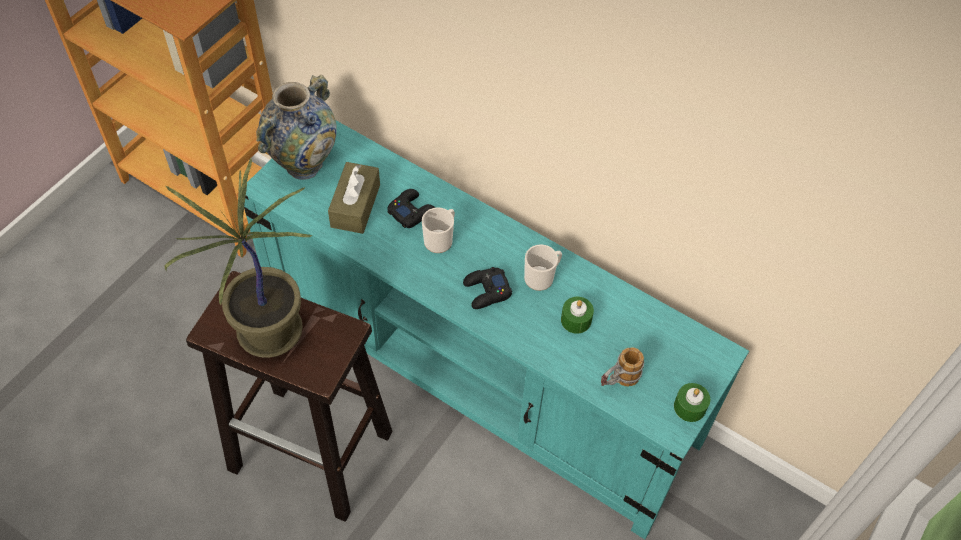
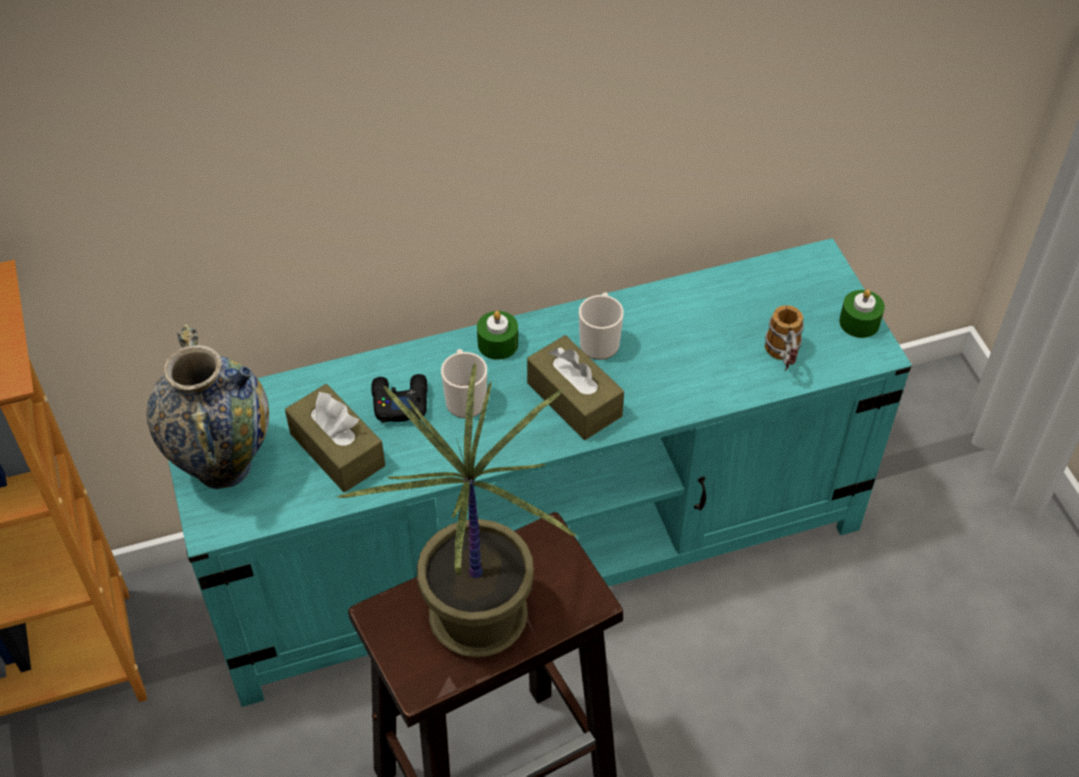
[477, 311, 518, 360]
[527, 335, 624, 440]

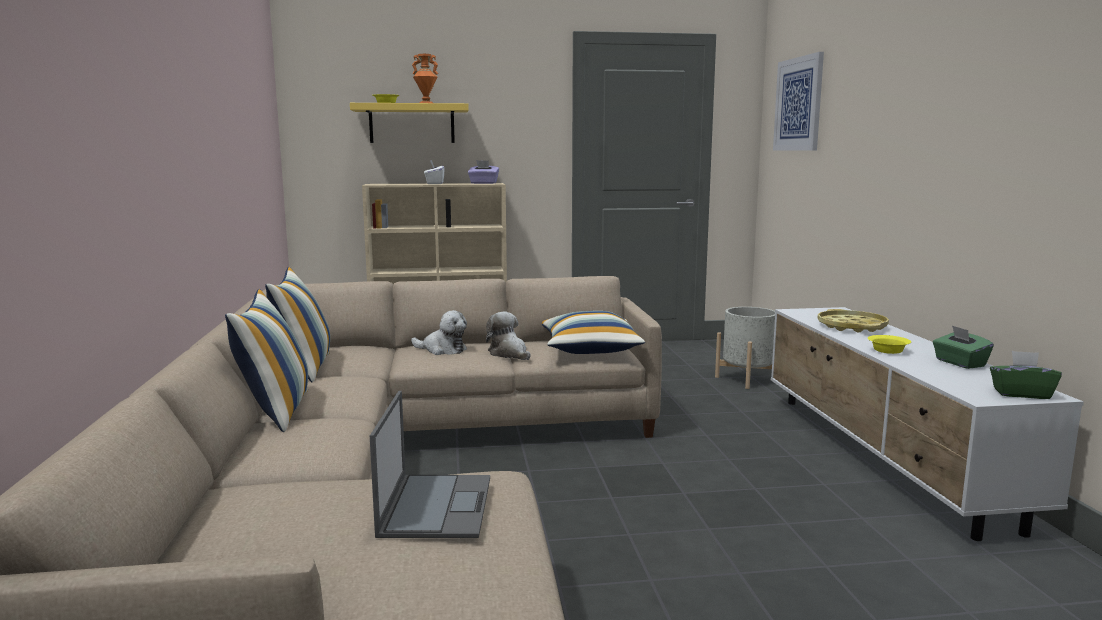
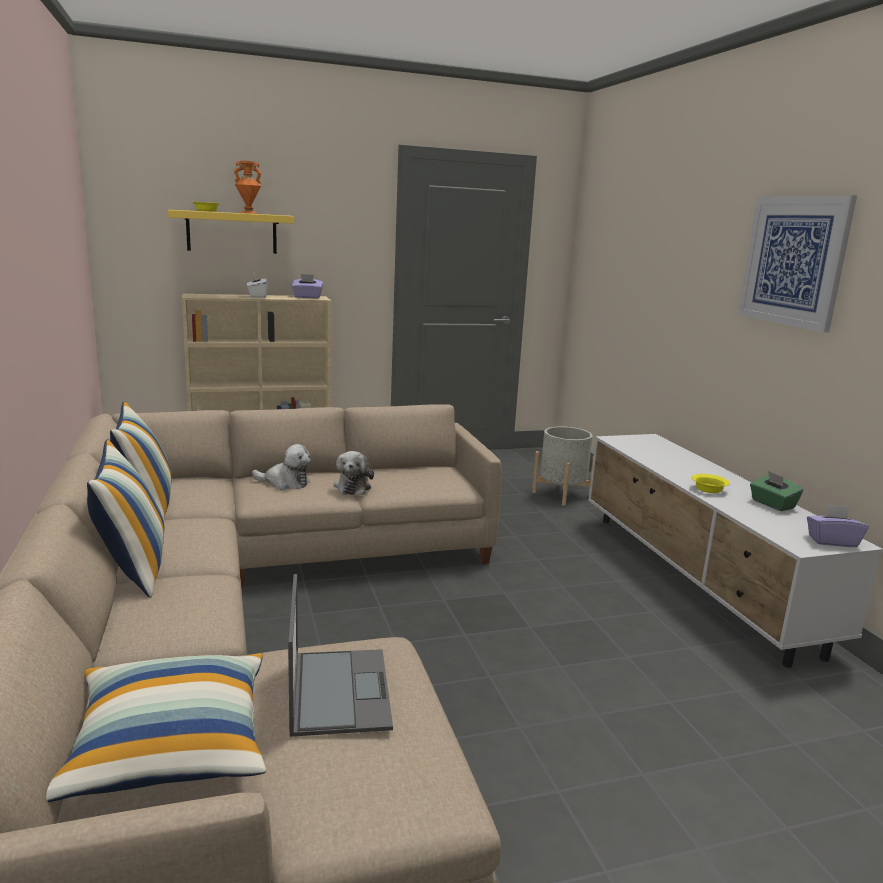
[46, 653, 266, 802]
[333, 451, 374, 495]
[738, 195, 857, 332]
[807, 504, 869, 547]
[818, 309, 889, 332] (first image)

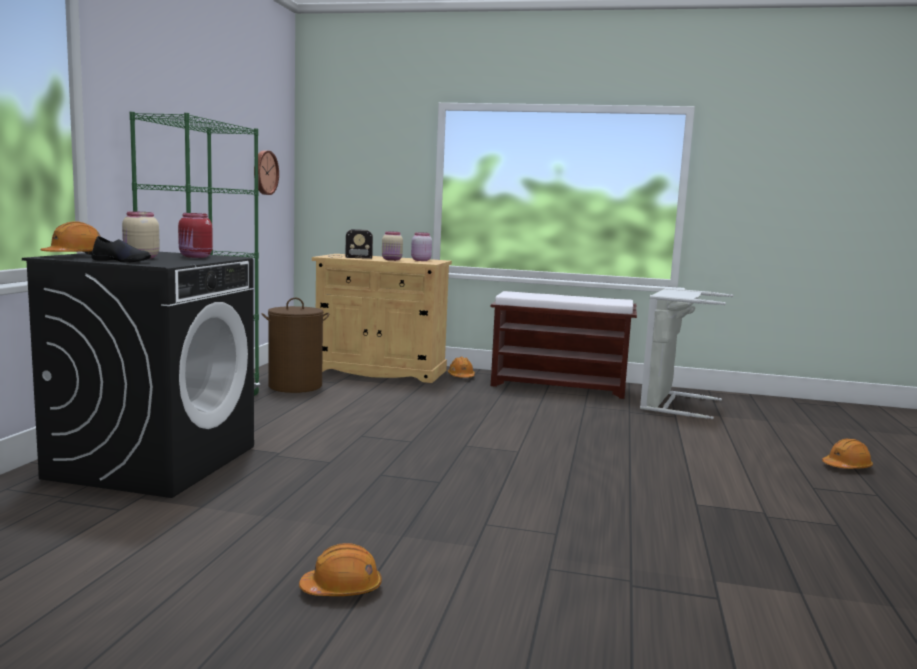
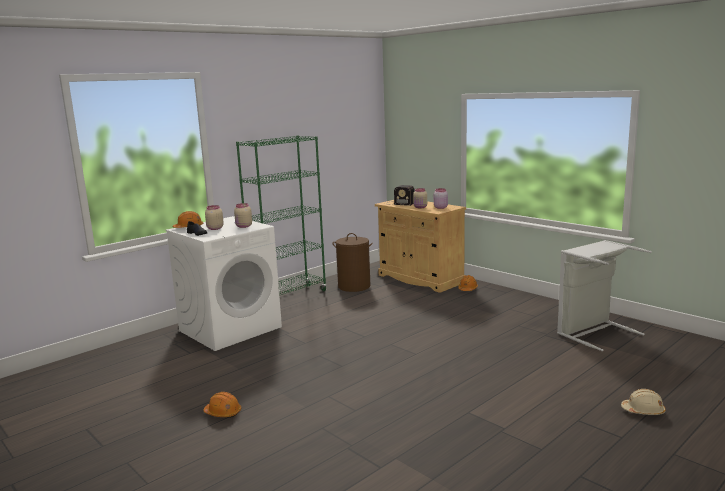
[165, 216, 282, 351]
[234, 203, 252, 228]
[621, 389, 666, 415]
[258, 150, 279, 195] (first image)
[491, 291, 637, 399] (first image)

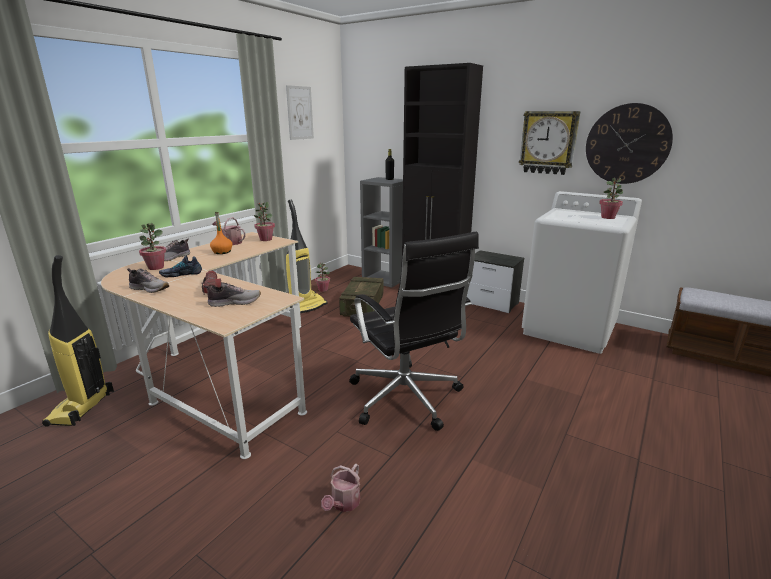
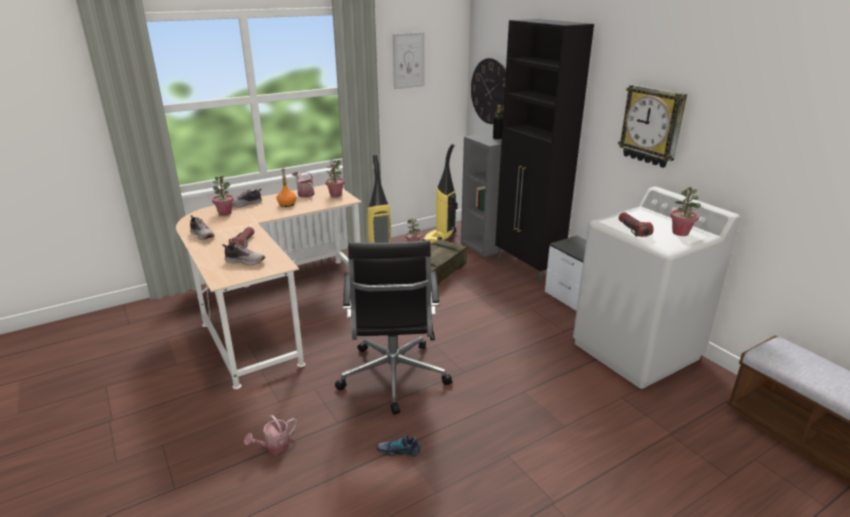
[377, 434, 421, 457]
[422, 144, 458, 244]
[471, 58, 506, 124]
[618, 212, 654, 237]

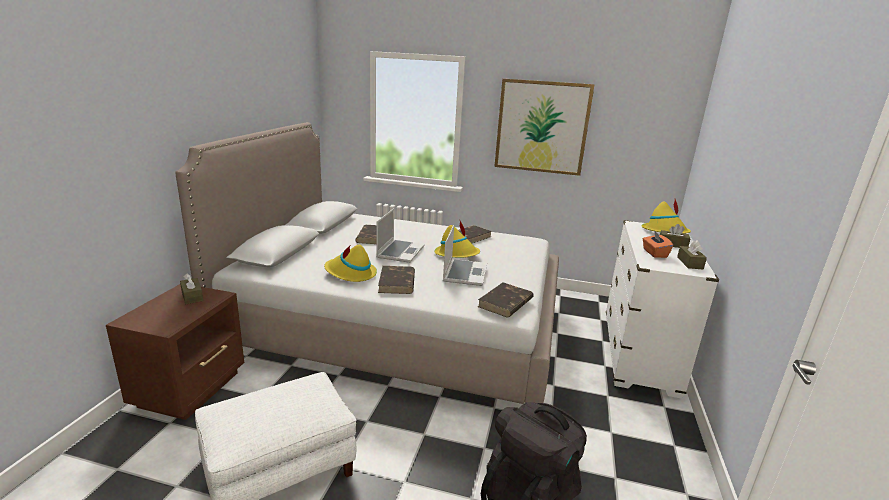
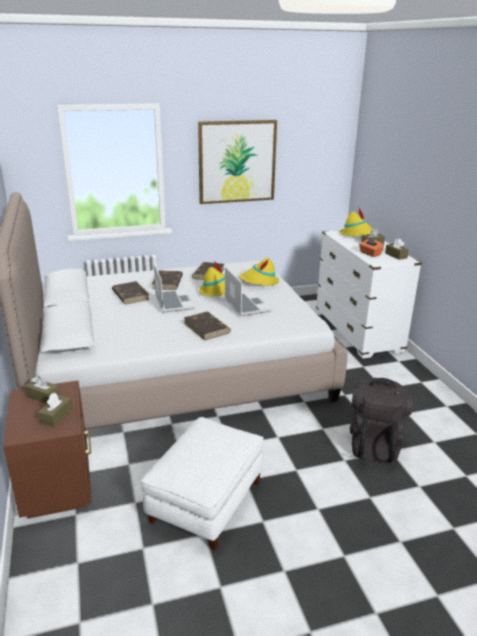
[38, 393, 73, 427]
[152, 270, 183, 290]
[240, 258, 279, 285]

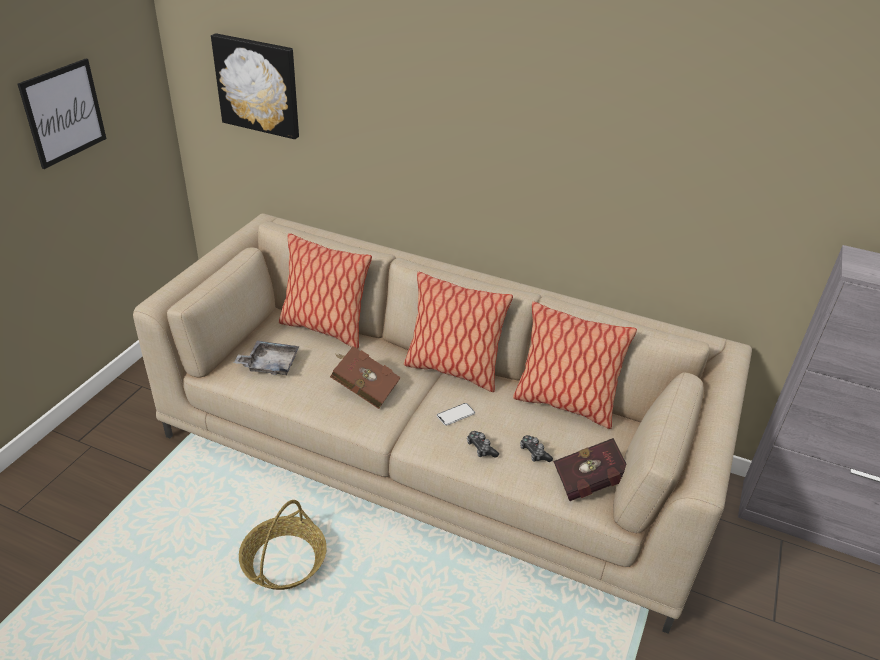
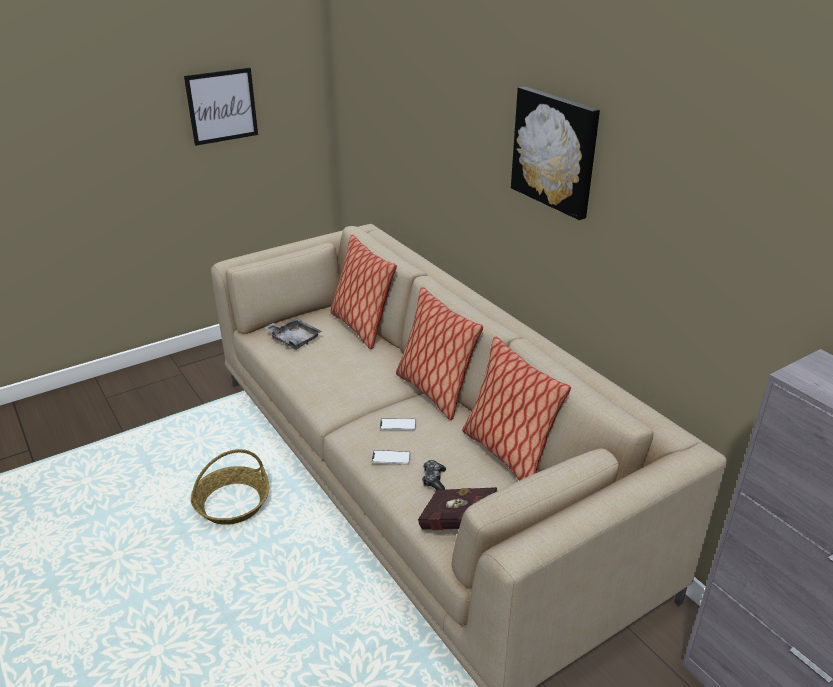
[371, 450, 411, 465]
[511, 86, 600, 220]
[330, 346, 401, 409] (first image)

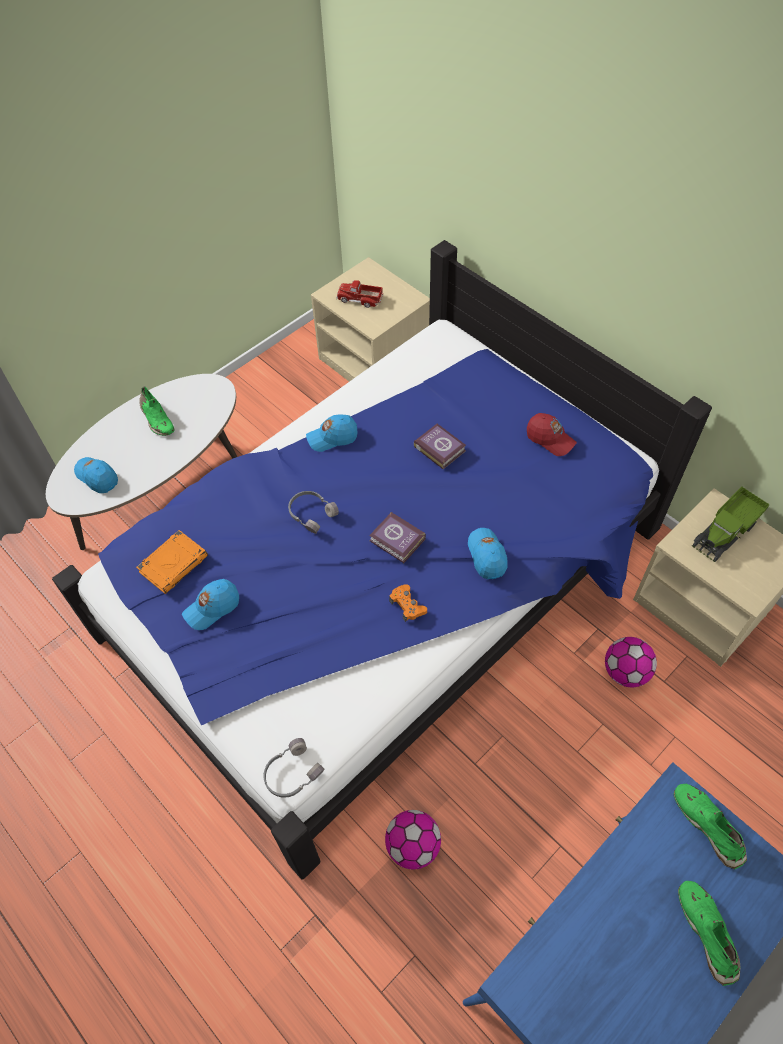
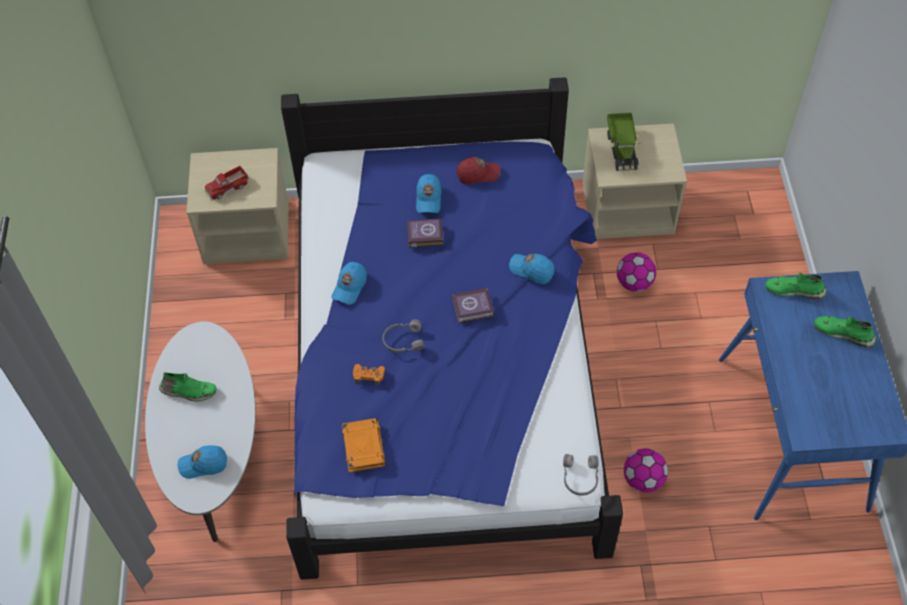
[353, 364, 385, 386]
[416, 174, 442, 213]

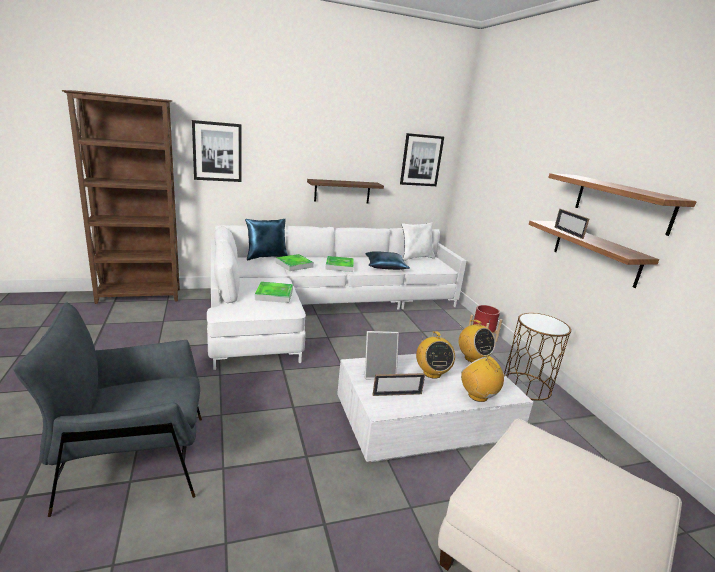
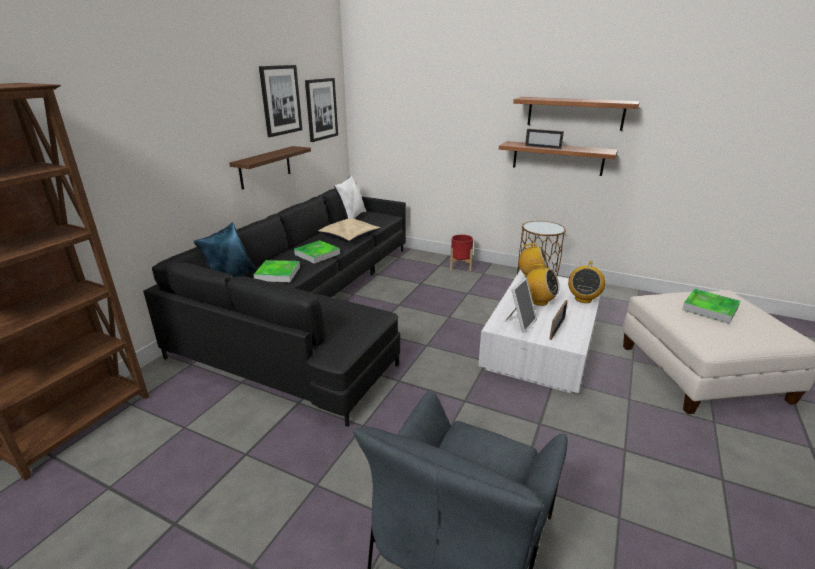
[143, 188, 406, 427]
[259, 65, 302, 137]
[318, 218, 381, 241]
[568, 261, 605, 303]
[682, 289, 741, 324]

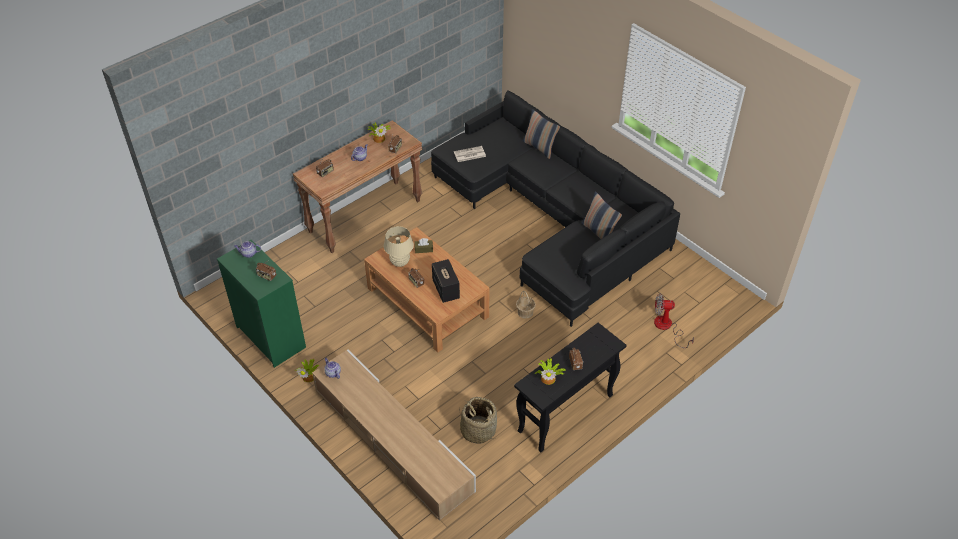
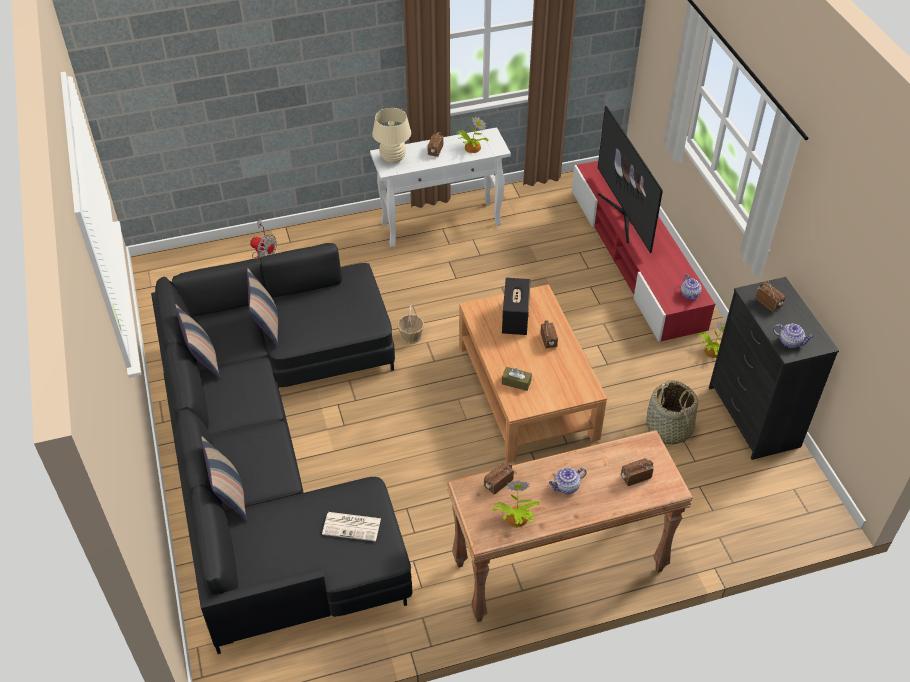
[175, 304, 221, 379]
[370, 127, 511, 247]
[372, 108, 411, 163]
[572, 161, 715, 342]
[598, 106, 663, 253]
[646, 380, 698, 445]
[709, 277, 839, 460]

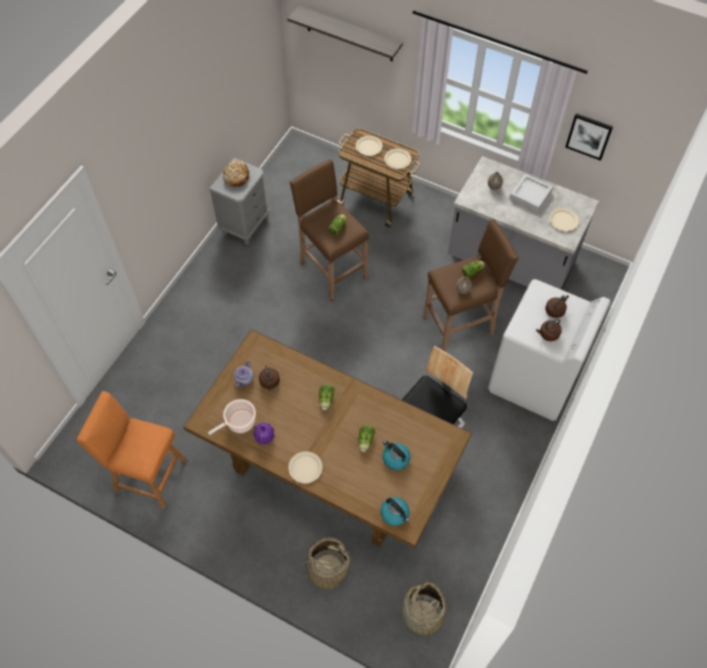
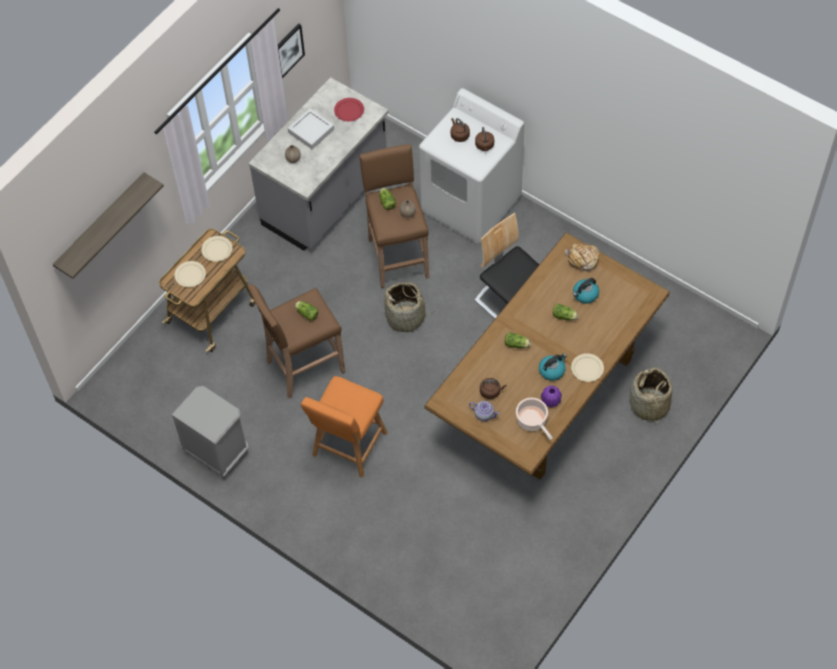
[301, 376, 388, 478]
[334, 98, 364, 121]
[381, 282, 432, 332]
[539, 353, 567, 381]
[565, 243, 600, 272]

